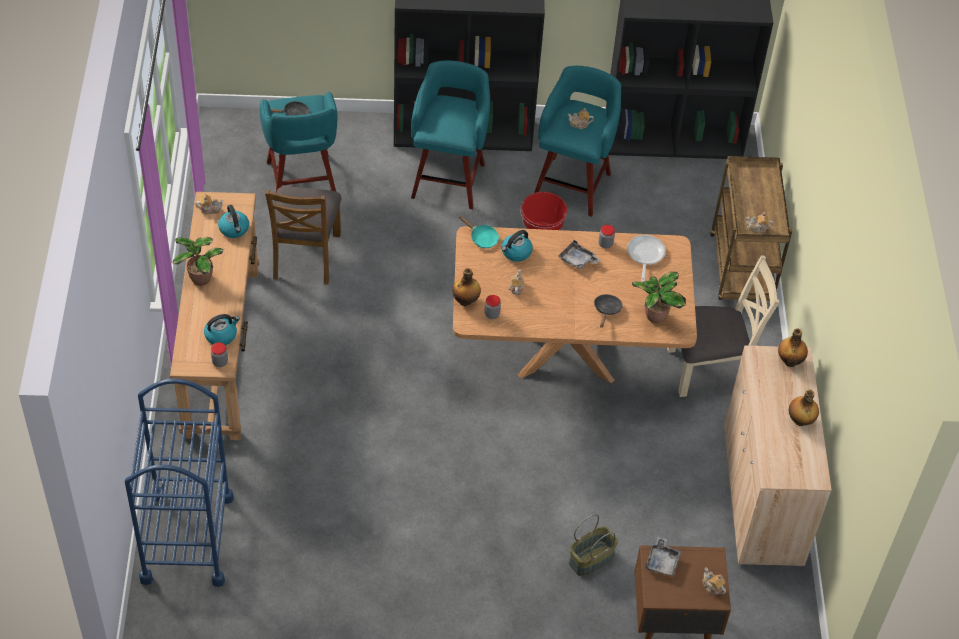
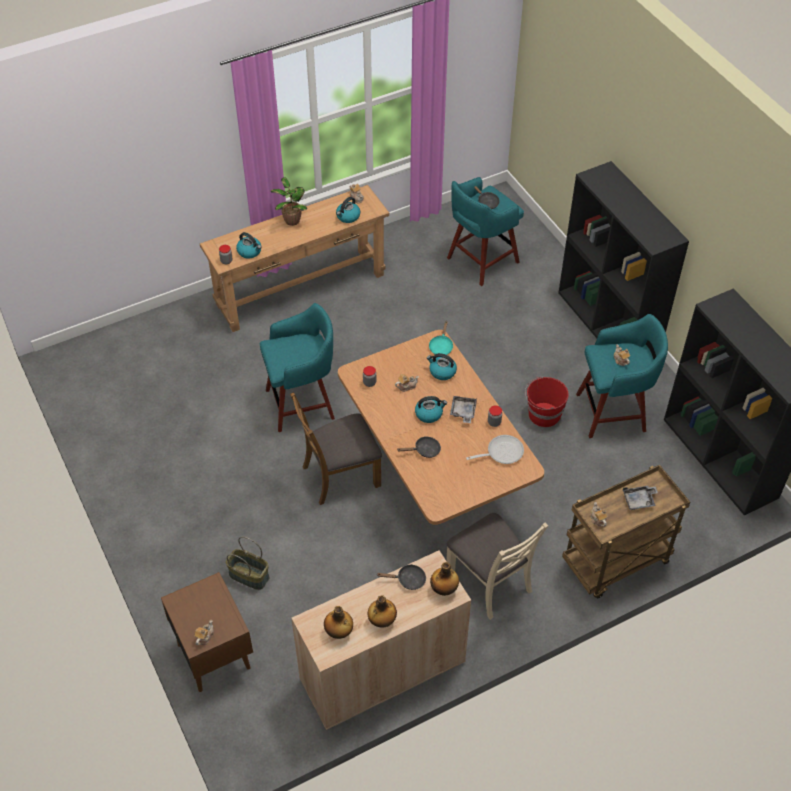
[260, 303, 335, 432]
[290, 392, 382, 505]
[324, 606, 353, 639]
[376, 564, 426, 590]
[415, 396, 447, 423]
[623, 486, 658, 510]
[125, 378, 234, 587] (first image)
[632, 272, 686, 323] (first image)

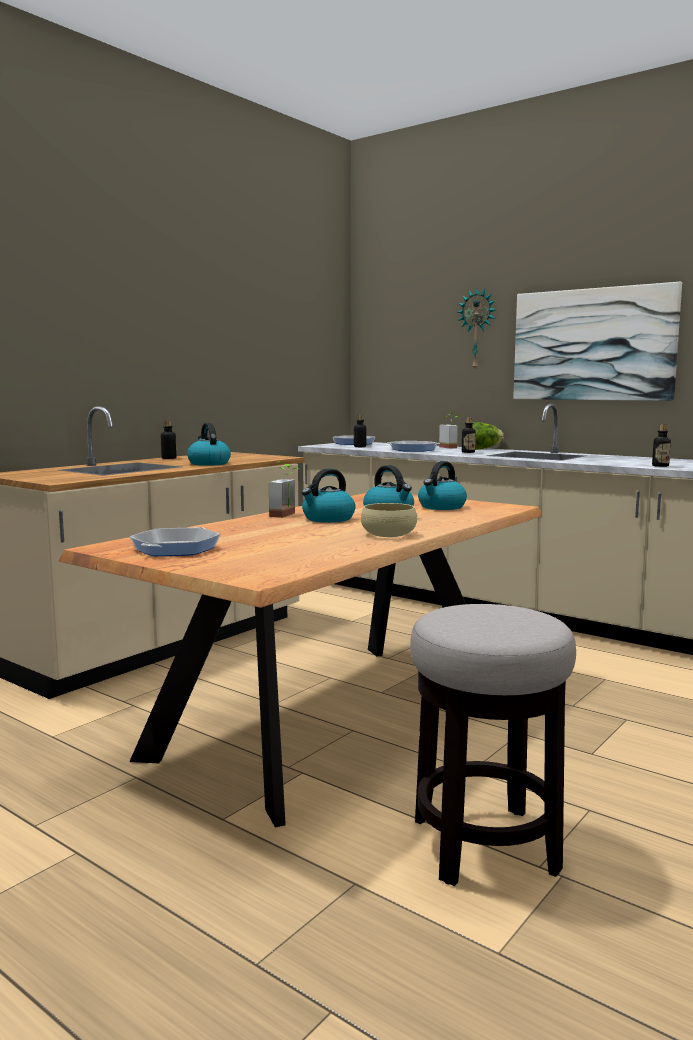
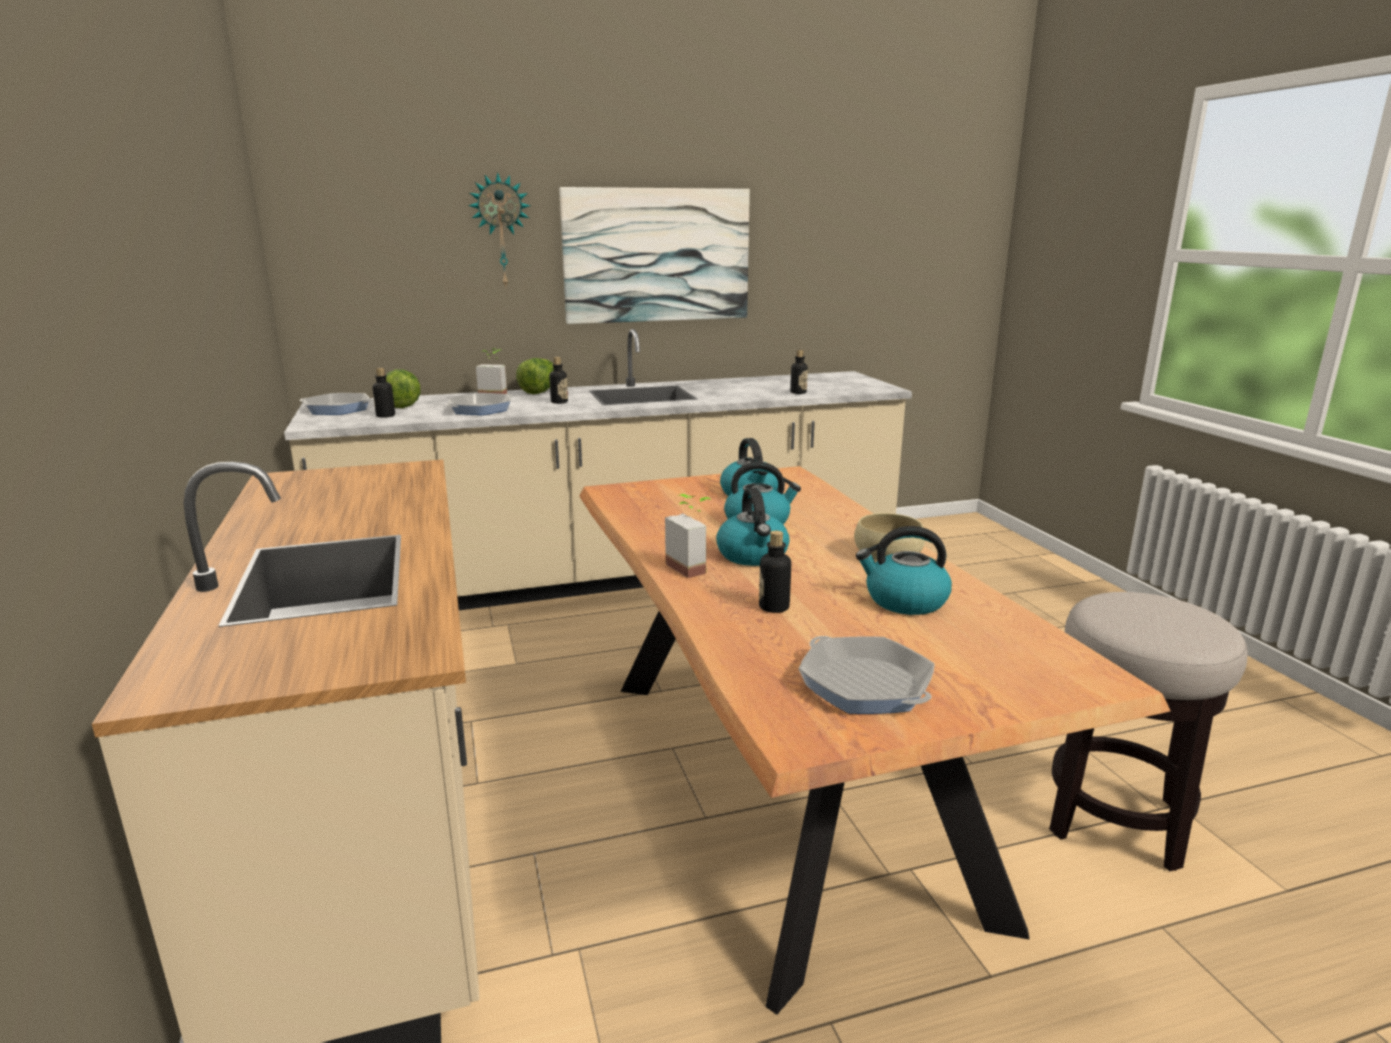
[386, 369, 420, 408]
[759, 531, 791, 613]
[856, 526, 952, 615]

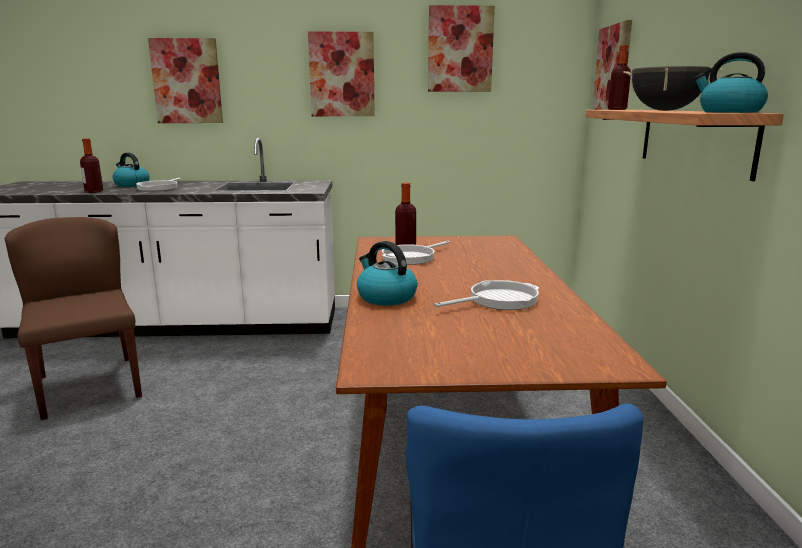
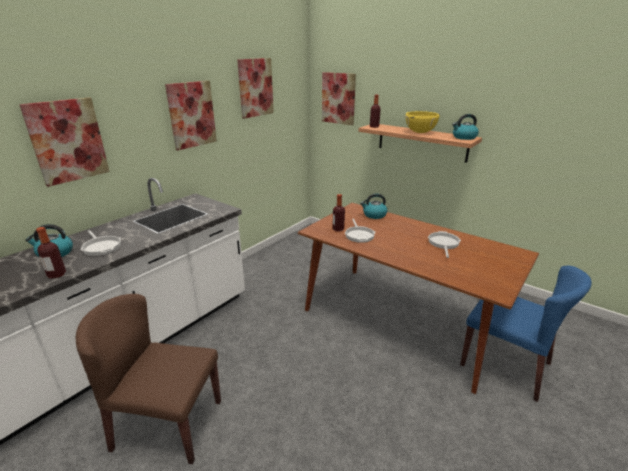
[360, 194, 388, 219]
[405, 111, 440, 133]

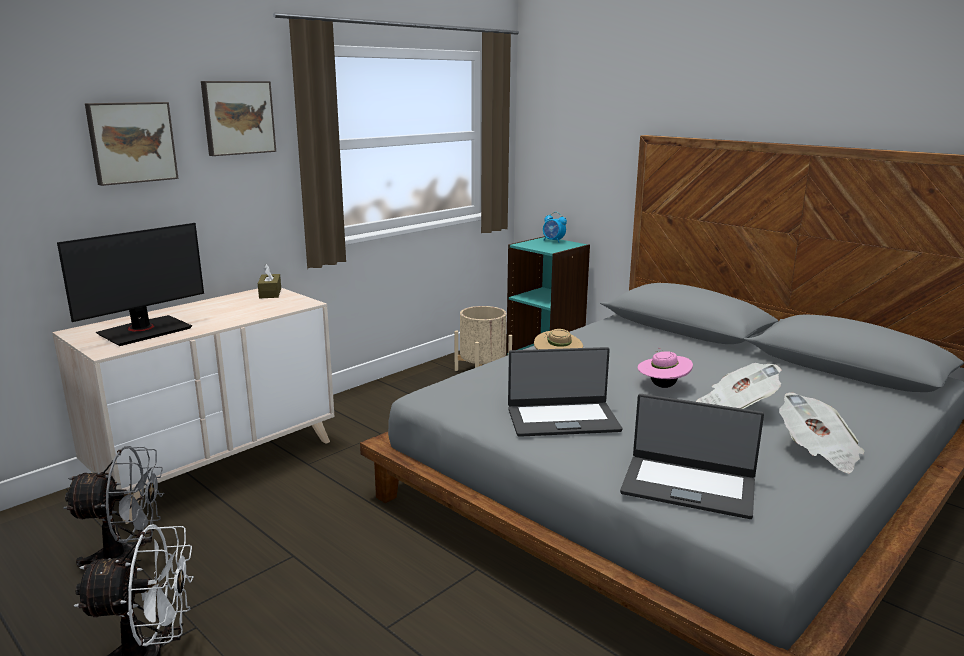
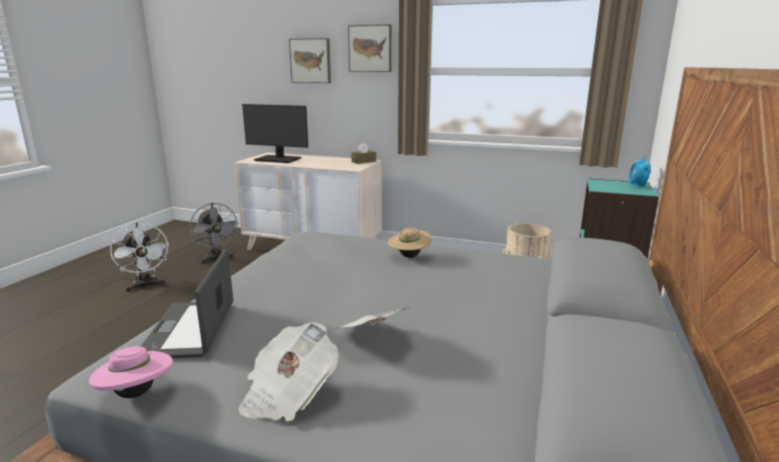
[89, 344, 173, 398]
[508, 347, 622, 437] (first image)

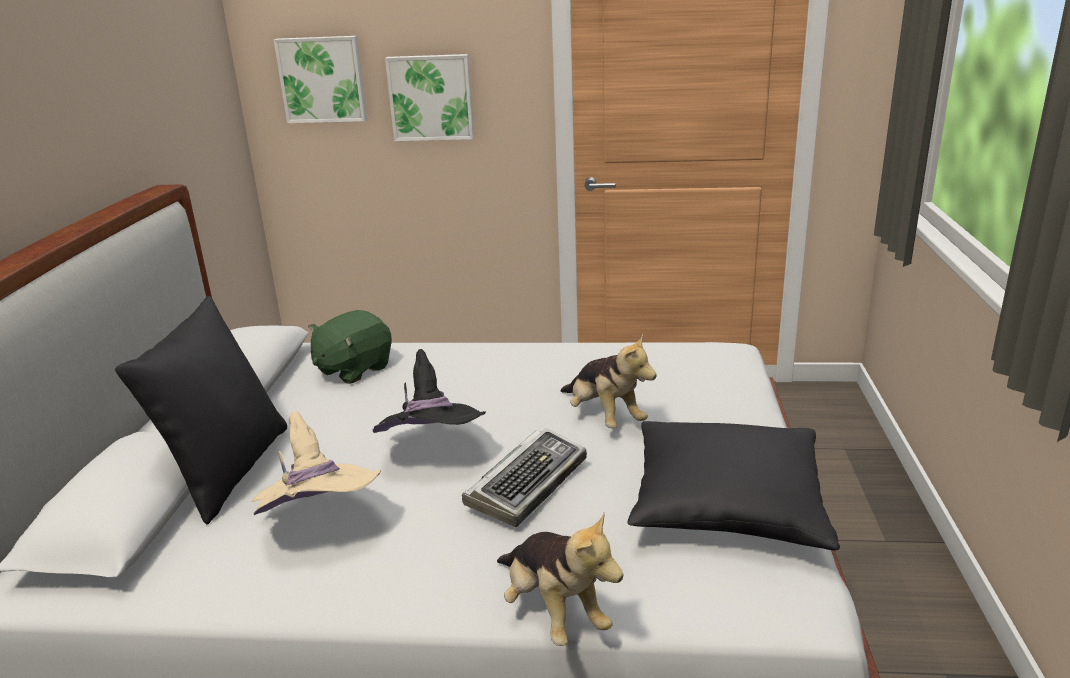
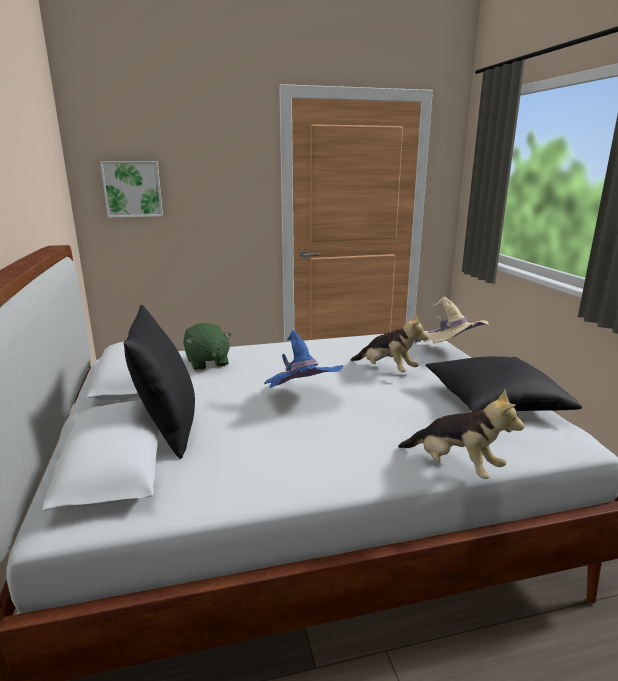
[183, 323, 232, 371]
[264, 330, 343, 388]
[414, 296, 489, 344]
[385, 54, 474, 141] (first image)
[462, 428, 587, 527] (first image)

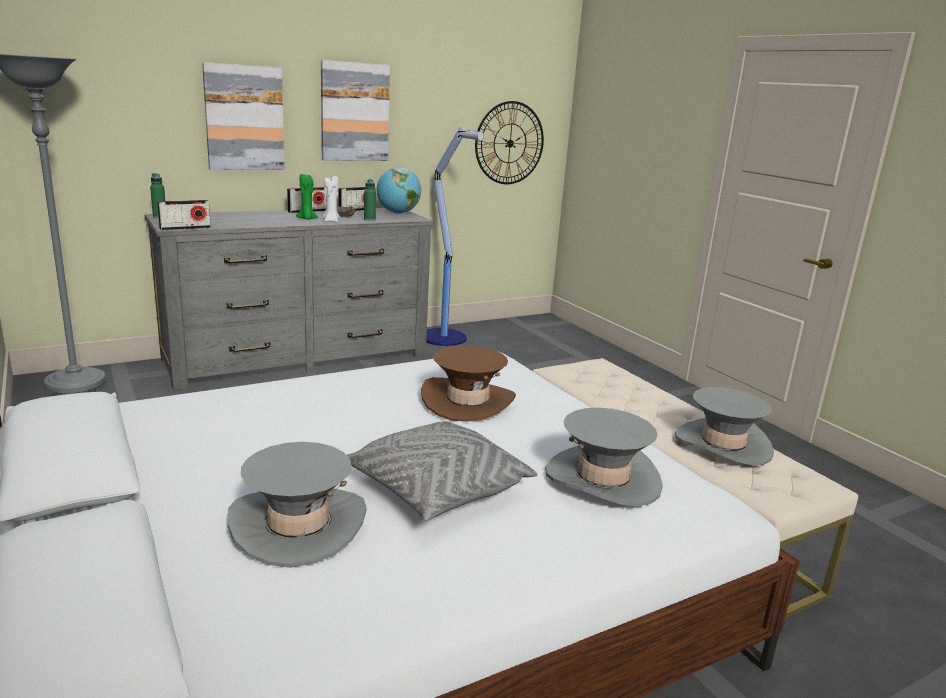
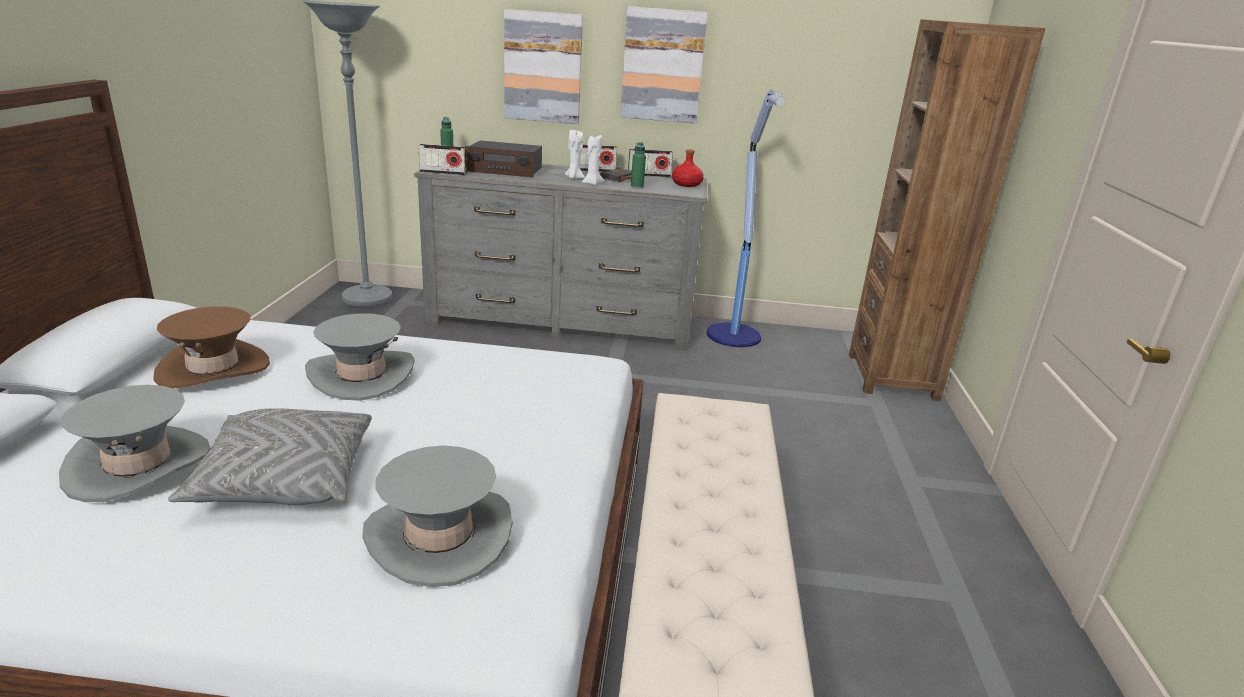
[153, 307, 270, 388]
[305, 313, 415, 401]
[465, 140, 542, 178]
[565, 130, 585, 179]
[672, 149, 704, 187]
[849, 19, 1045, 401]
[475, 101, 544, 184] (first image)

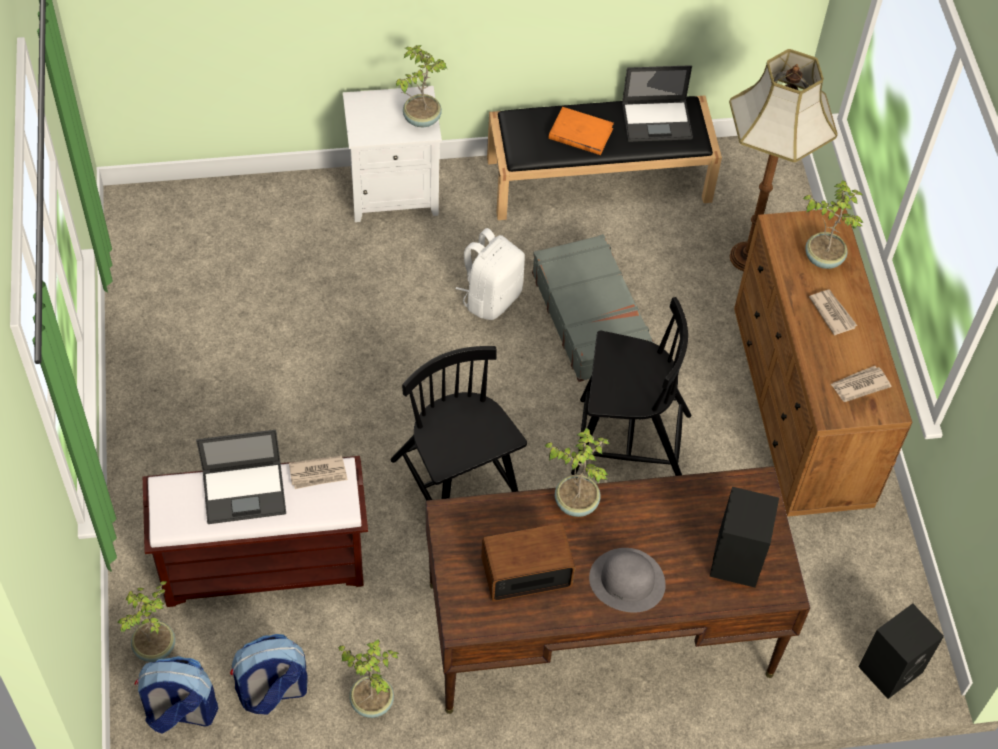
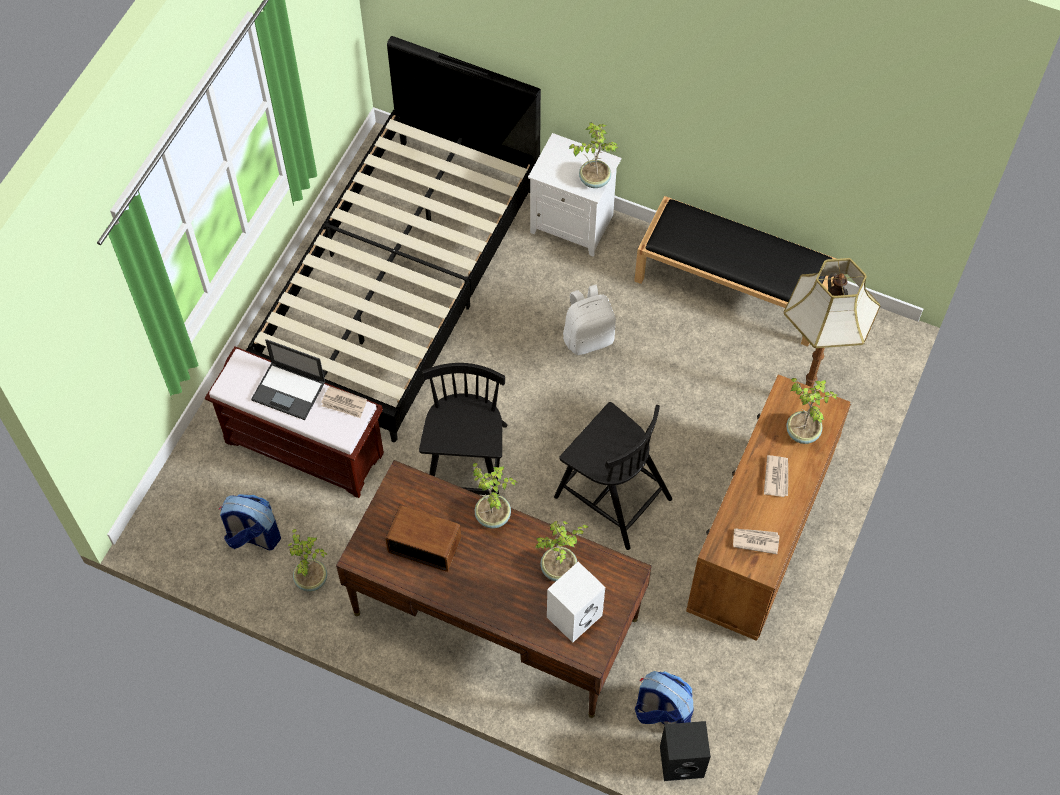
[246, 36, 541, 442]
[536, 521, 588, 581]
[547, 562, 605, 643]
[635, 671, 693, 725]
[532, 234, 654, 382] (first image)
[549, 107, 614, 155] (first image)
[589, 548, 666, 613] (first image)
[622, 65, 693, 142] (first image)

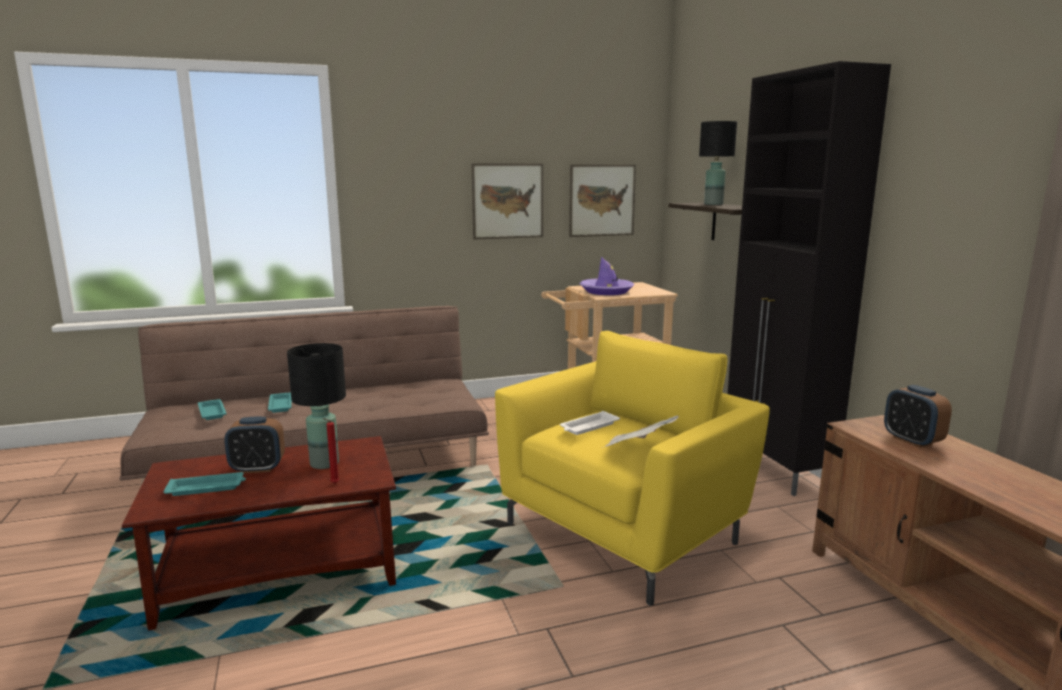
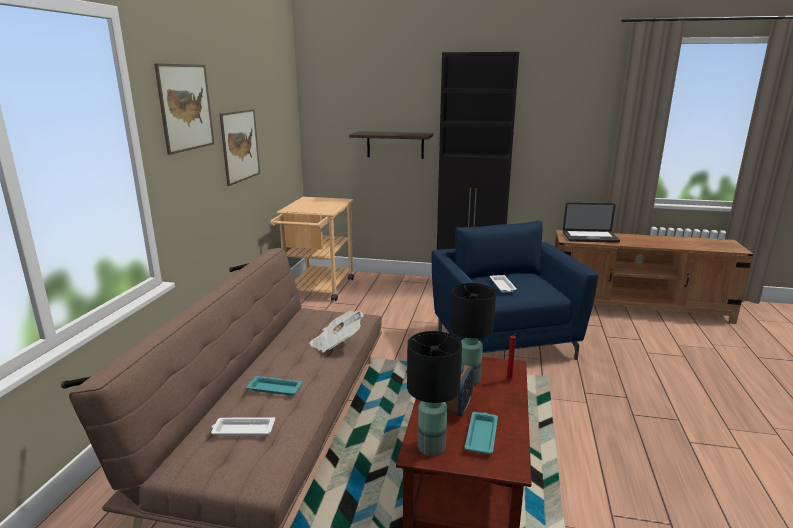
[154, 63, 214, 155]
[211, 417, 275, 436]
[309, 311, 364, 353]
[407, 331, 462, 456]
[432, 220, 599, 360]
[563, 203, 620, 243]
[580, 257, 634, 295] (first image)

